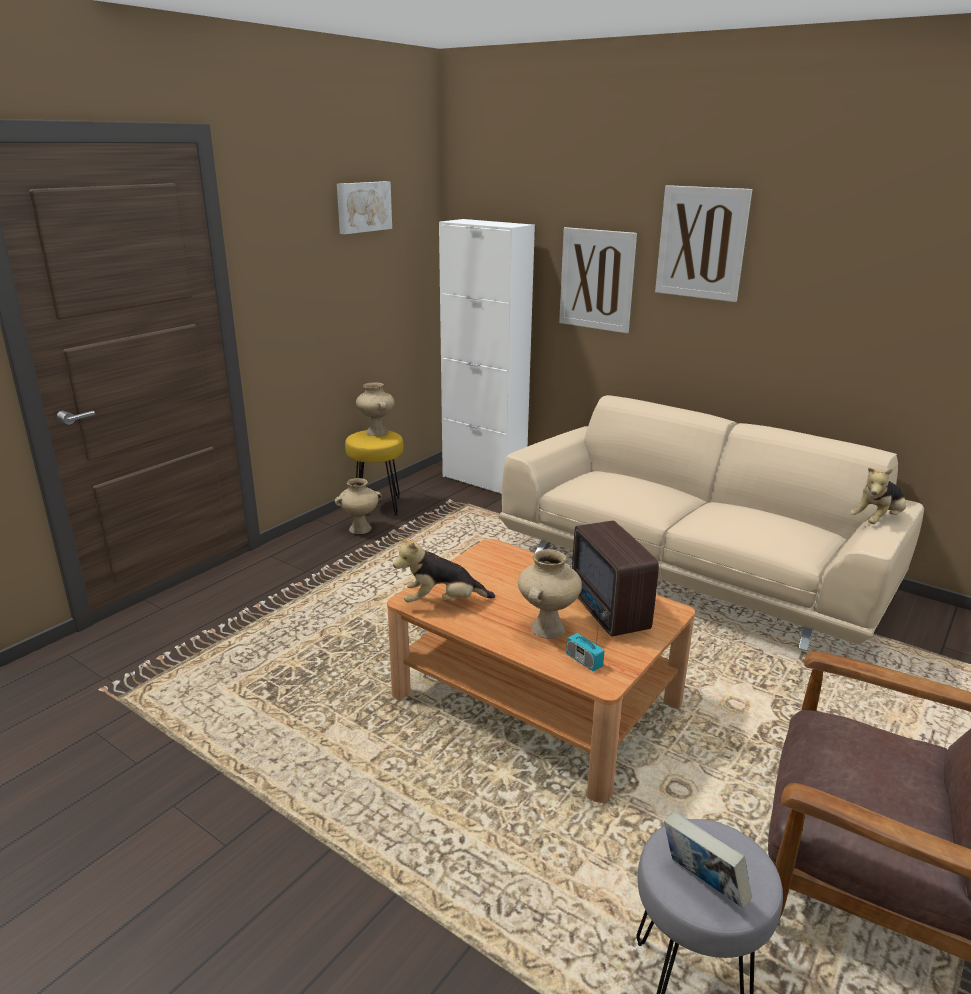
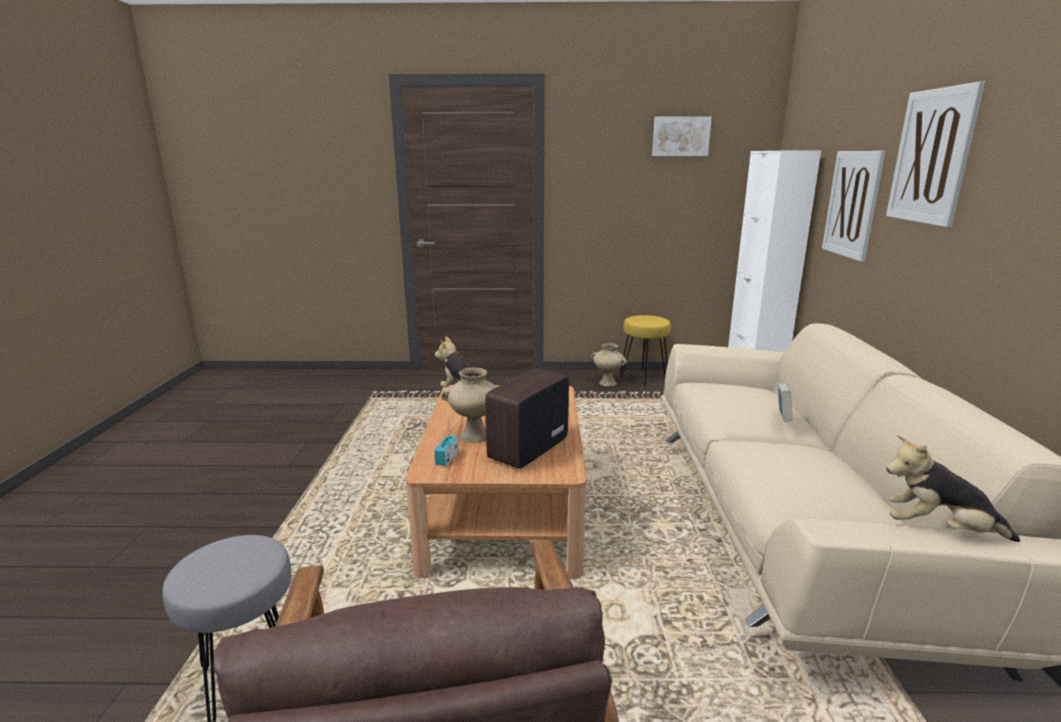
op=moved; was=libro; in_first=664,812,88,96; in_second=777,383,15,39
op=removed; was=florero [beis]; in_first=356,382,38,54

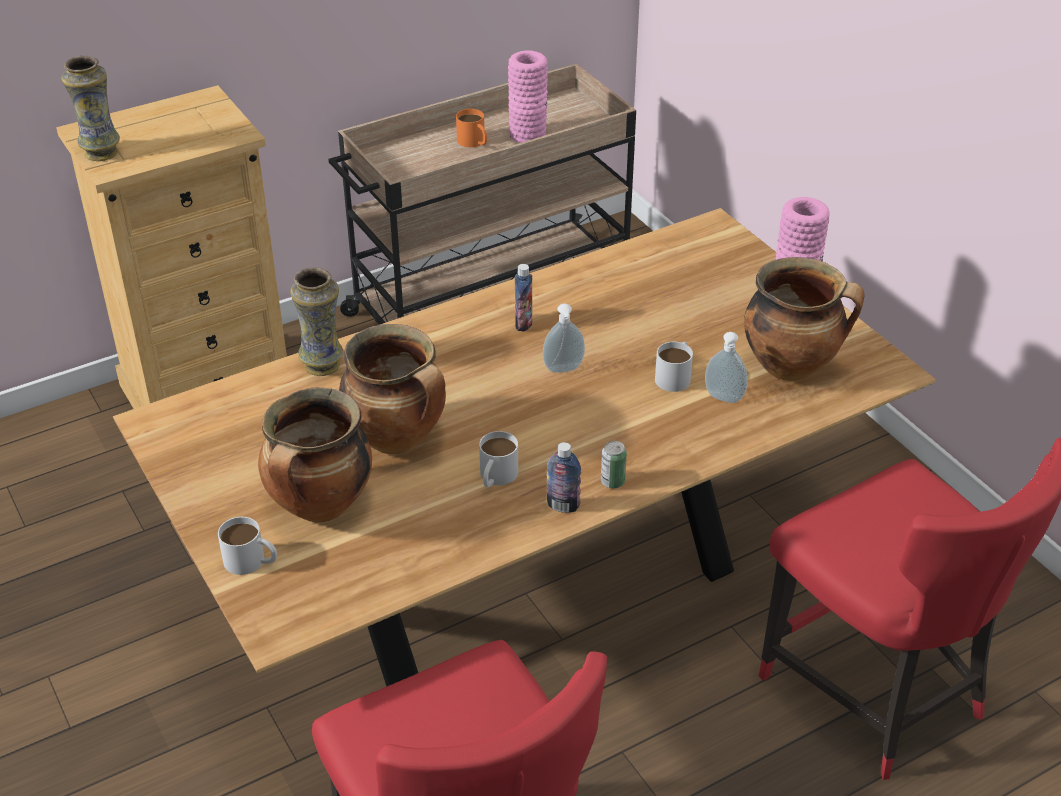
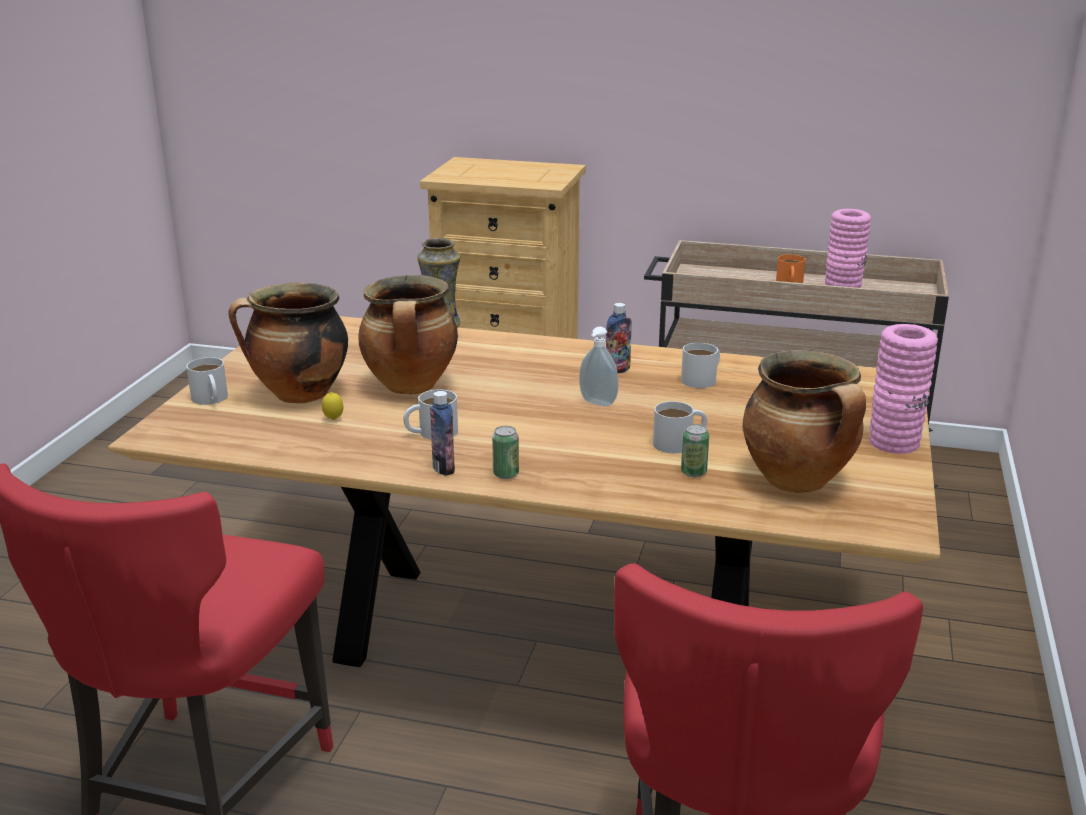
op=added; now=limón; in_second=322,392,21,28
op=added; now=taza grande [blanco]; in_second=681,343,39,45
op=replaced; was=dispensador de jabón; now=lata; in_first=705,332,43,71; in_second=681,424,28,53
op=removed; was=florero; in_first=61,56,59,105

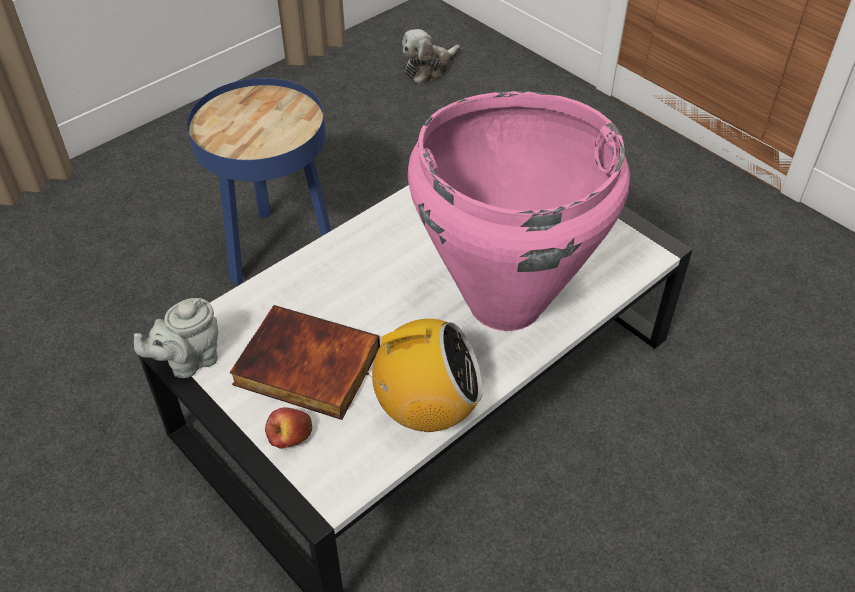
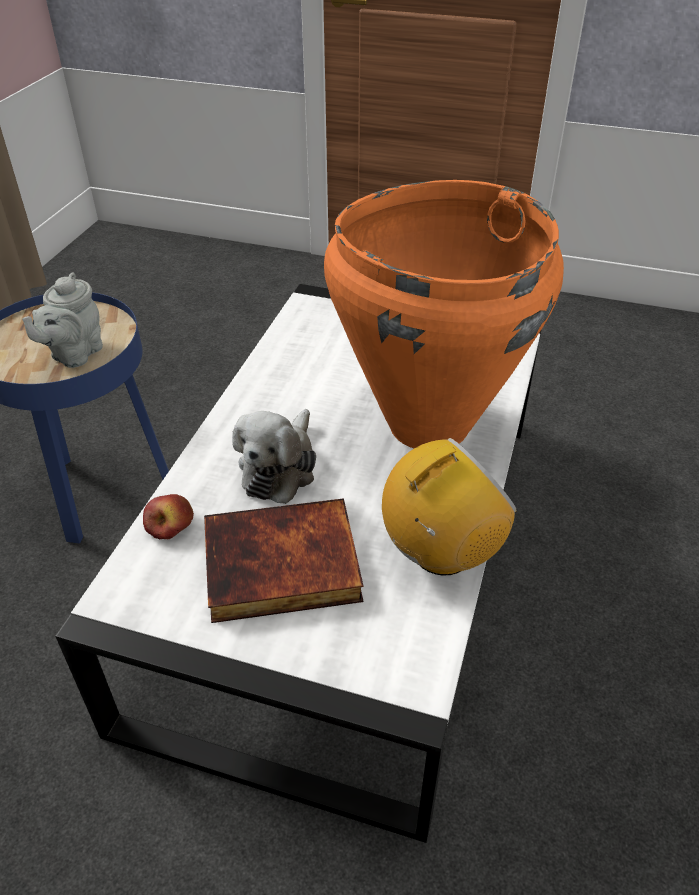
op=moved; was=tetera [gris]; in_first=134,298,84,80; in_second=22,272,81,96
op=moved; was=manzana; in_first=265,407,47,42; in_second=143,494,51,45
op=moved; was=peluche; in_first=402,29,58,55; in_second=232,409,84,95
op=recoloured; was=florero [rosa]; now=florero [naranja]; in_first=408,91,222,240; in_second=324,180,240,268

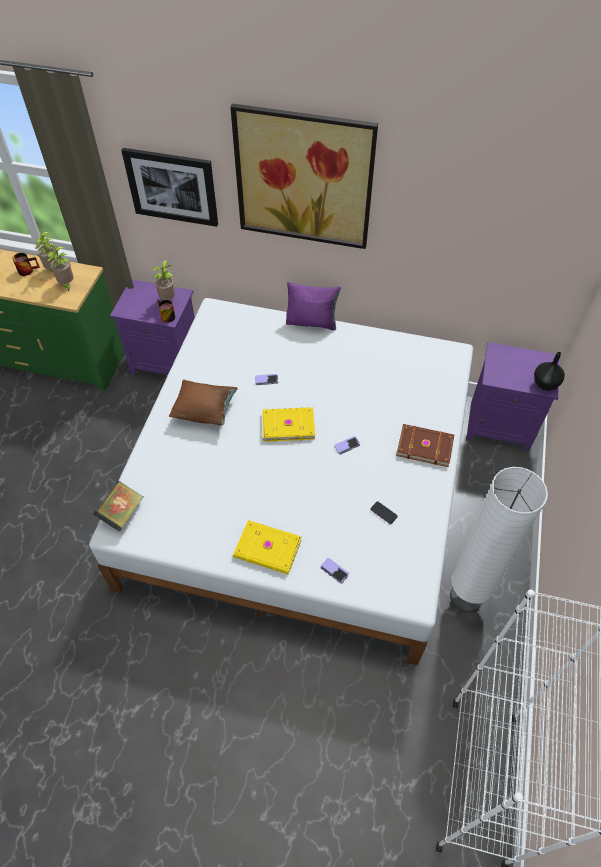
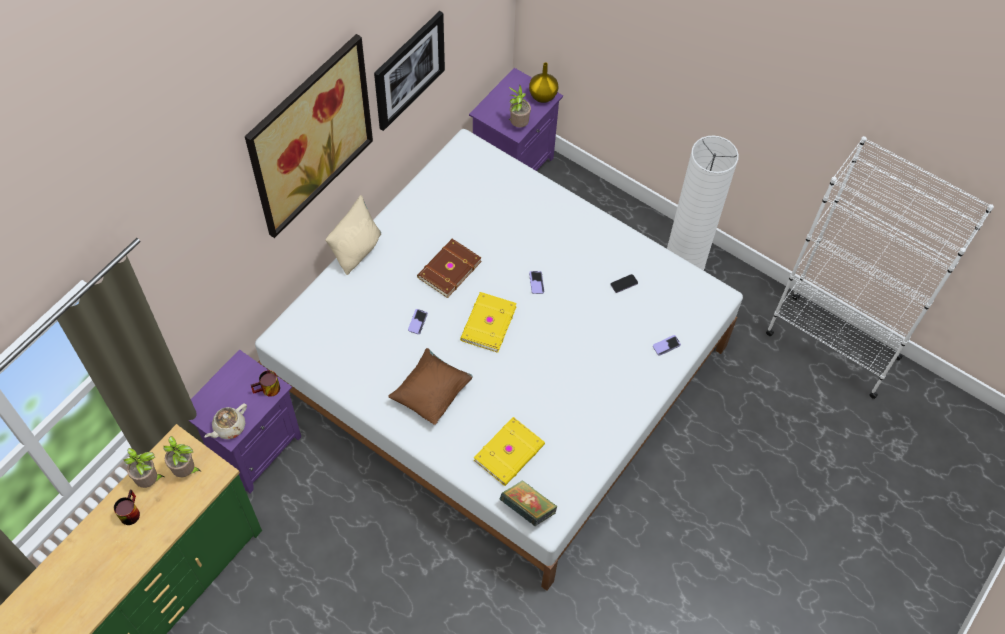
op=added; now=tetera [beis]; in_second=204,403,43,36
op=recoloured; was=cojín [morado]; now=cojín [beis]; in_first=286,282,55,48; in_second=325,195,56,80
op=moved; was=cuadro; in_first=121,148,97,79; in_second=374,11,71,120
op=moved; was=libro [marrón]; in_first=396,424,58,43; in_second=417,239,65,59
op=moved; was=libro [amarillo]; in_first=233,520,69,55; in_second=474,417,71,69
op=moved; was=planta en maceta; in_first=152,260,23,40; in_second=509,85,22,43
op=recoloured; was=florero [negro]; now=florero [amarillo]; in_first=534,352,31,39; in_second=529,62,29,41

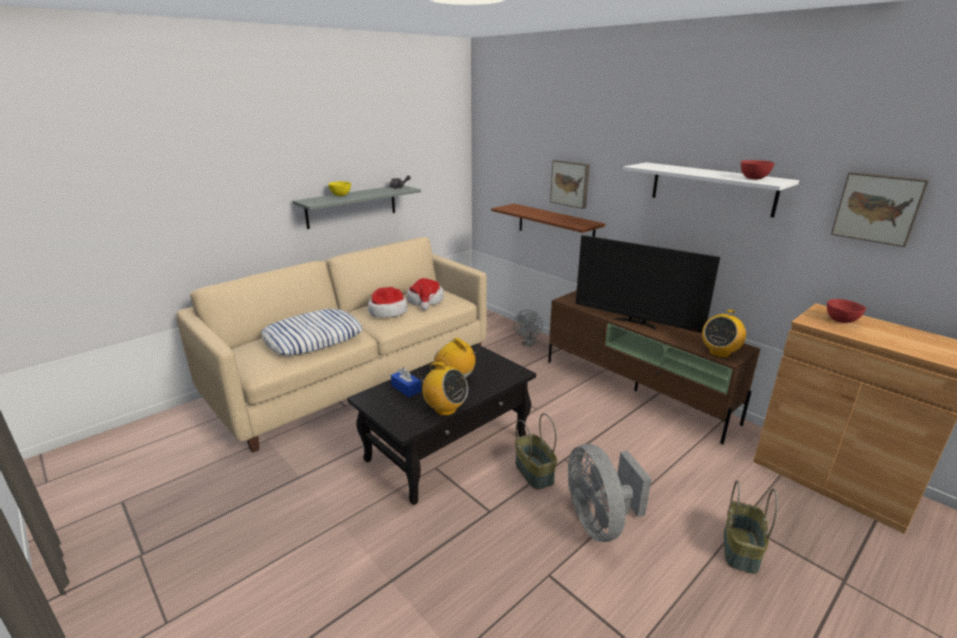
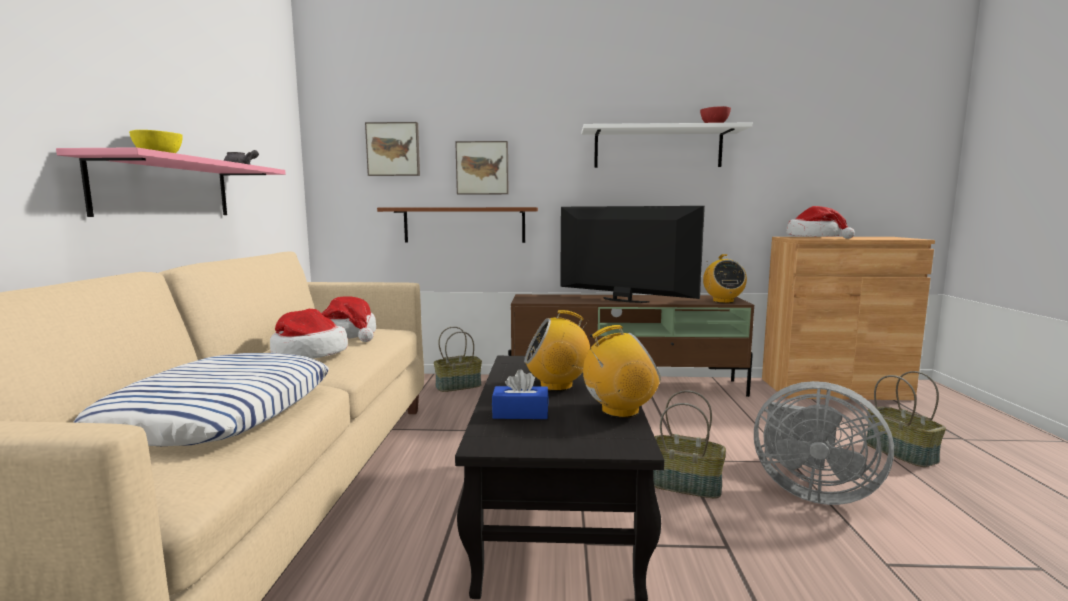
op=recoloured; was=estante [gris]; now=estante [rosa]; in_first=292,186,129,43; in_second=56,147,230,70
op=moved; was=cuadro; in_first=831,172,98,75; in_second=365,122,55,54
op=replaced; was=ventilador [gris]; now=cesta; in_first=514,310,29,36; in_second=434,326,48,66
op=turned; was=televisor; in_first=576,235,144,98; in_second=560,206,145,97; clockwise=-135
op=replaced; was=cuenco [rojo]; now=sombrero; in_first=827,299,39,24; in_second=786,206,69,33

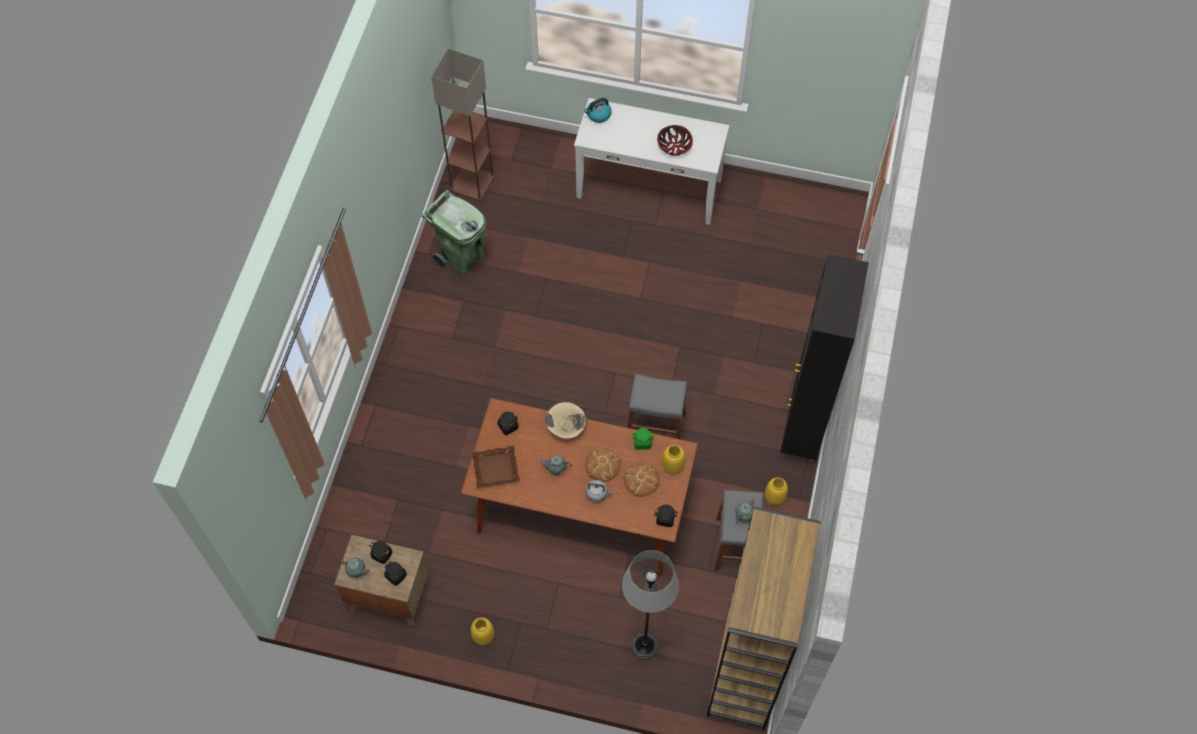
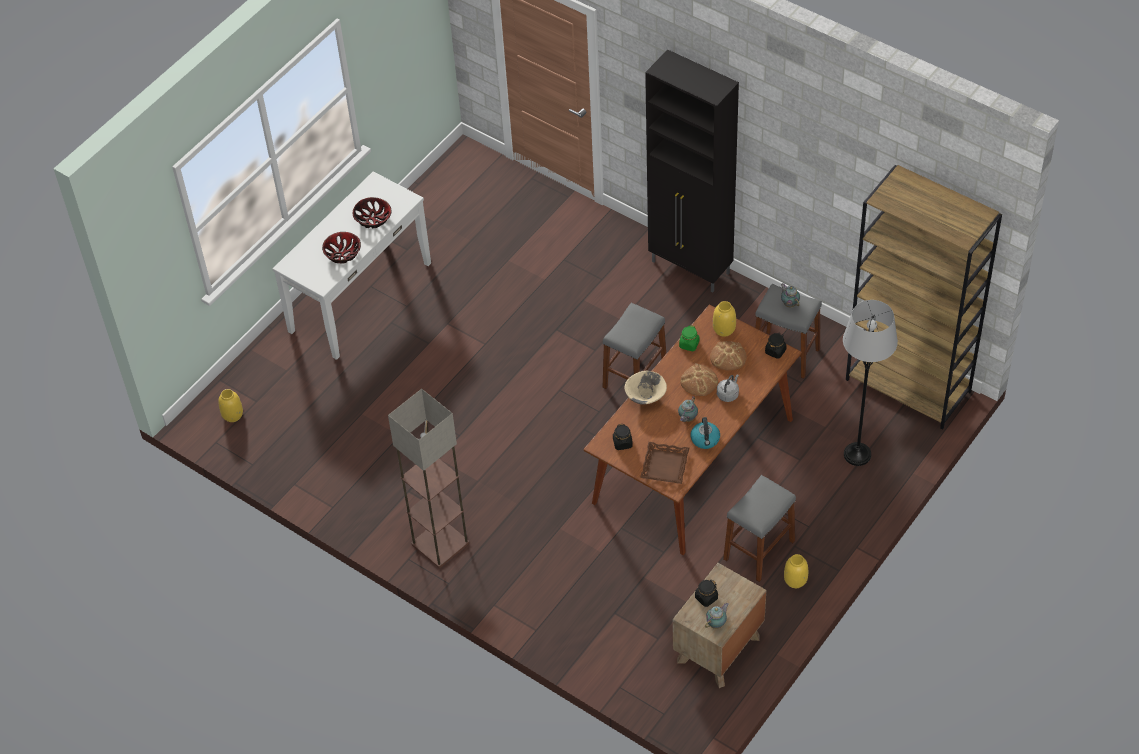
op=moved; was=florero [amarillo]; in_first=765,477,23,28; in_second=219,389,24,33
op=added; now=cuenco; in_second=322,232,39,31
op=moved; was=lámpara de pie; in_first=431,48,64,154; in_second=388,389,81,179
op=moved; was=hervidor; in_first=584,98,28,25; in_second=691,417,29,32
op=added; now=taburete [gris]; in_second=723,475,73,107
op=removed; was=tarro [negro]; in_first=384,562,23,23
op=removed; was=papelera [verde]; in_first=422,190,65,87

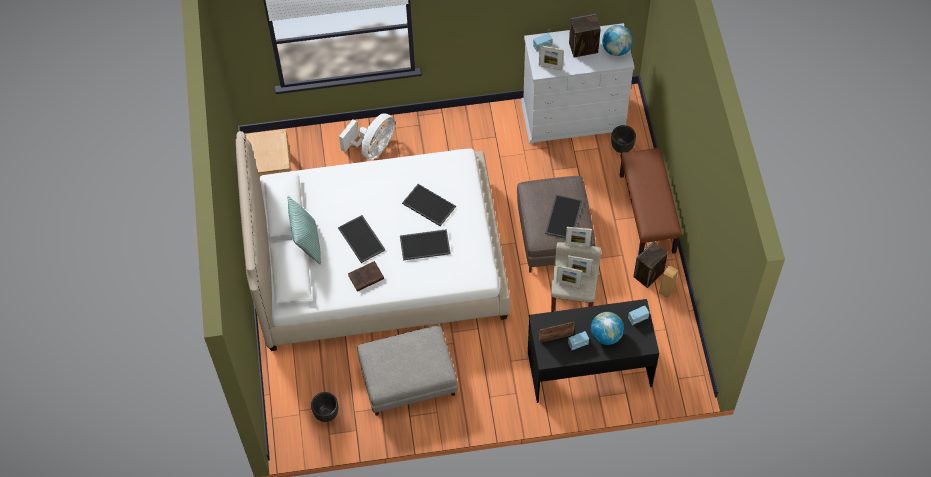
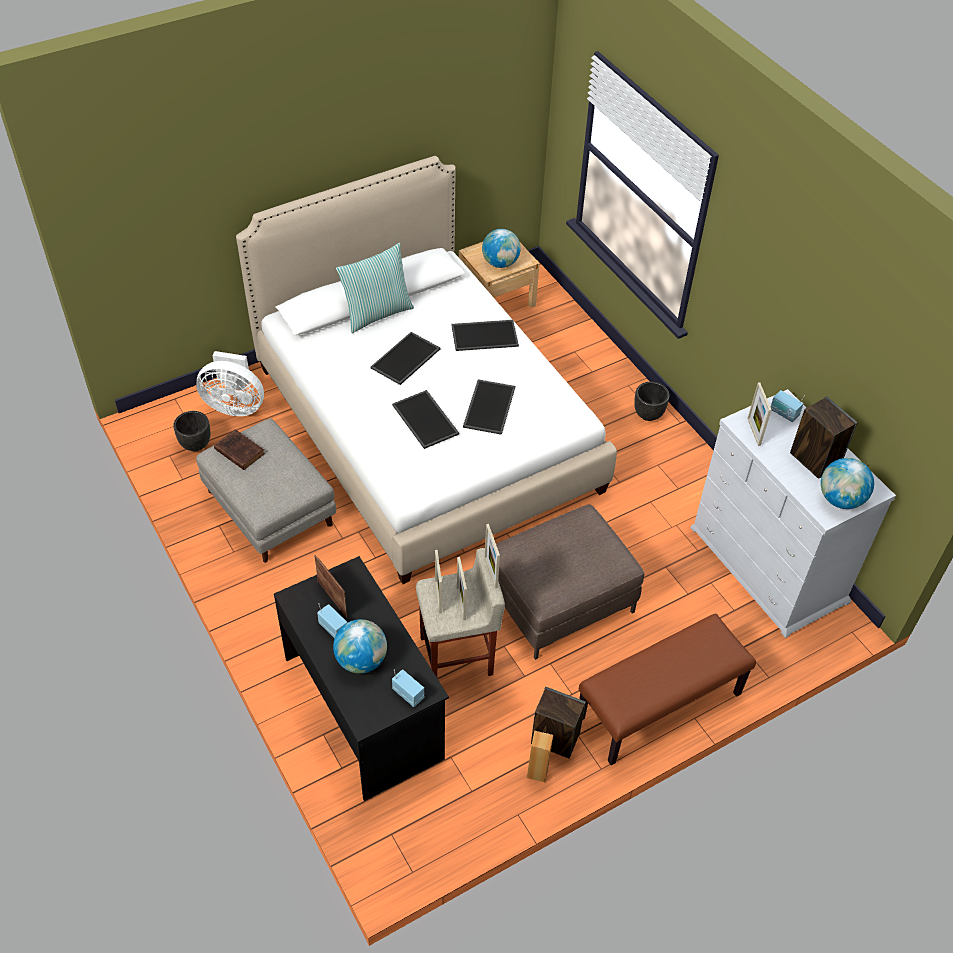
op=moved; was=ventilador [blanco]; in_first=339,113,56,47; in_second=196,351,68,65
op=moved; was=libro [marrón]; in_first=348,261,36,31; in_second=214,429,51,41
op=moved; was=bandeja; in_first=545,194,37,44; in_second=451,320,68,31
op=added; now=globo terráqueo; in_second=482,229,39,39
op=moved; was=maceta [negro]; in_first=611,125,25,28; in_second=634,382,35,39

